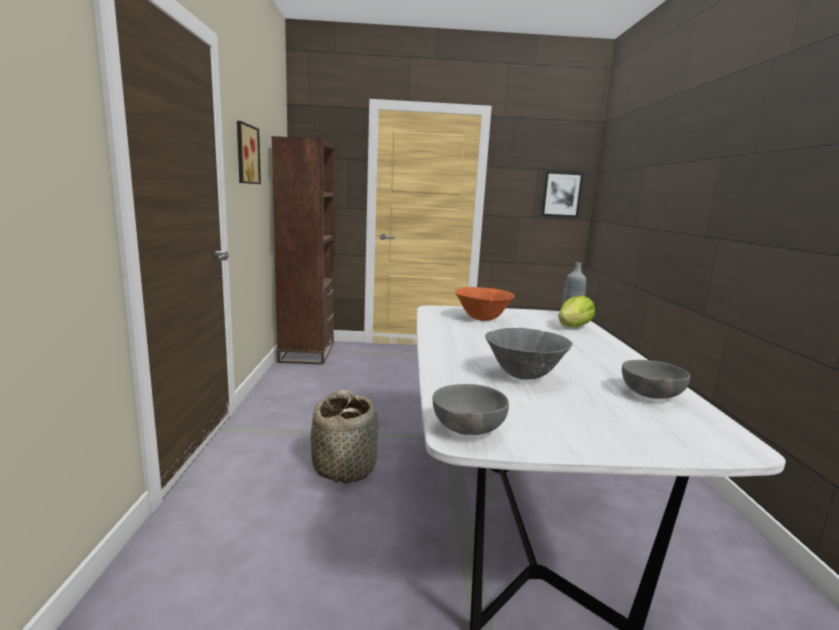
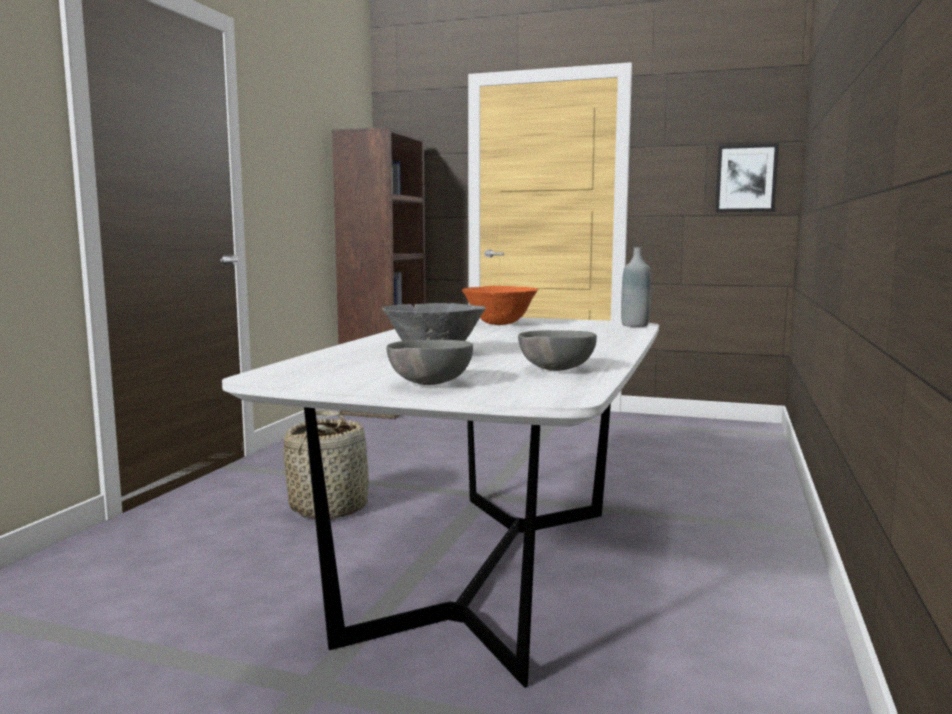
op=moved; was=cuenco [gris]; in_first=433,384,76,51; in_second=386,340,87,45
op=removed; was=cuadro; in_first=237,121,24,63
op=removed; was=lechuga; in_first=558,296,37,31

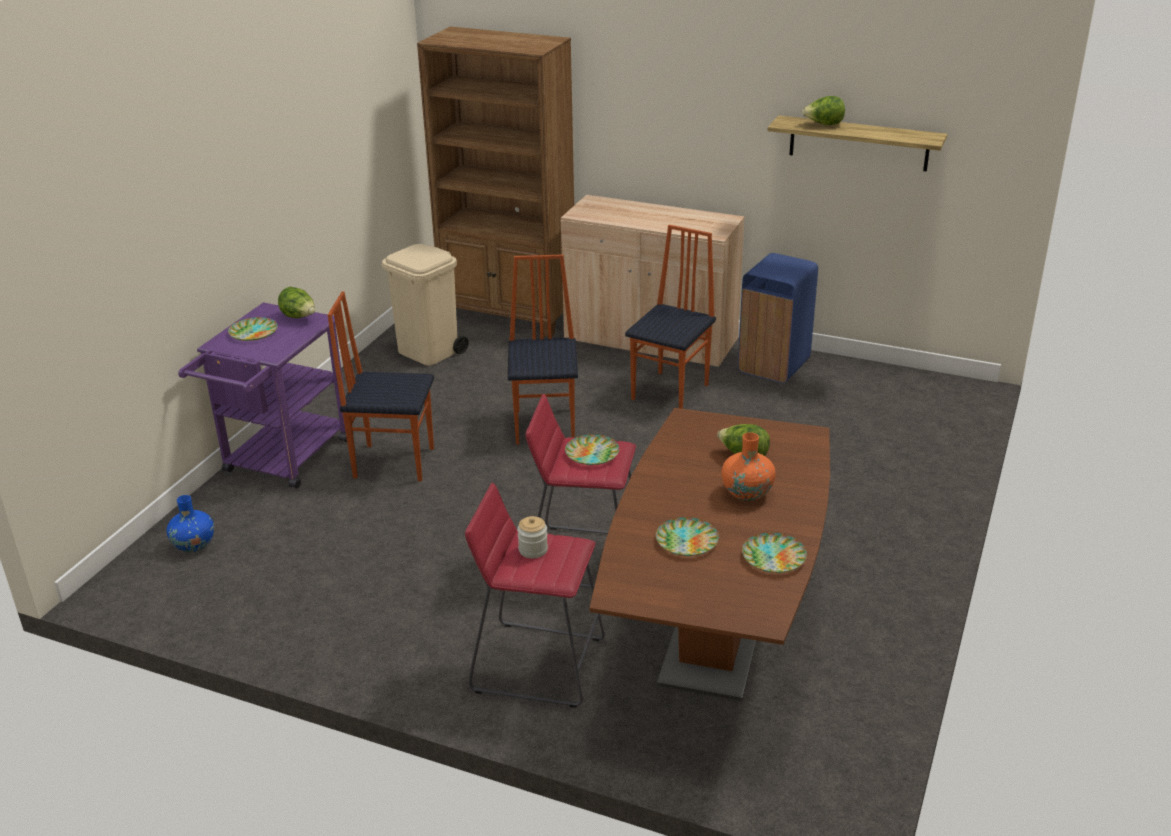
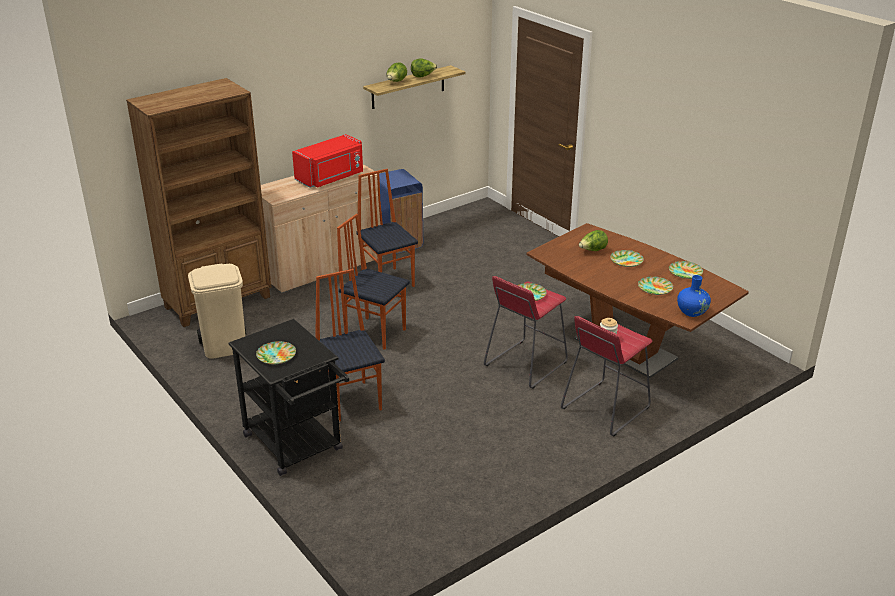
op=recoloured; was=carrito [morado]; now=carrito [negro]; in_first=178,302,169,187; in_second=228,319,121,157
op=added; now=microondas [rojo]; in_second=292,134,71,54
op=turned; was=silla; in_first=328,291,106,190; in_second=316,269,69,152; clockwise=120
op=moved; was=lechuga; in_first=278,287,37,31; in_second=411,59,26,19
op=replaced; was=florero [naranja]; now=plato; in_first=722,432,54,69; in_second=610,250,34,17
op=moved; was=florero [azul]; in_first=167,495,47,58; in_second=677,275,34,42

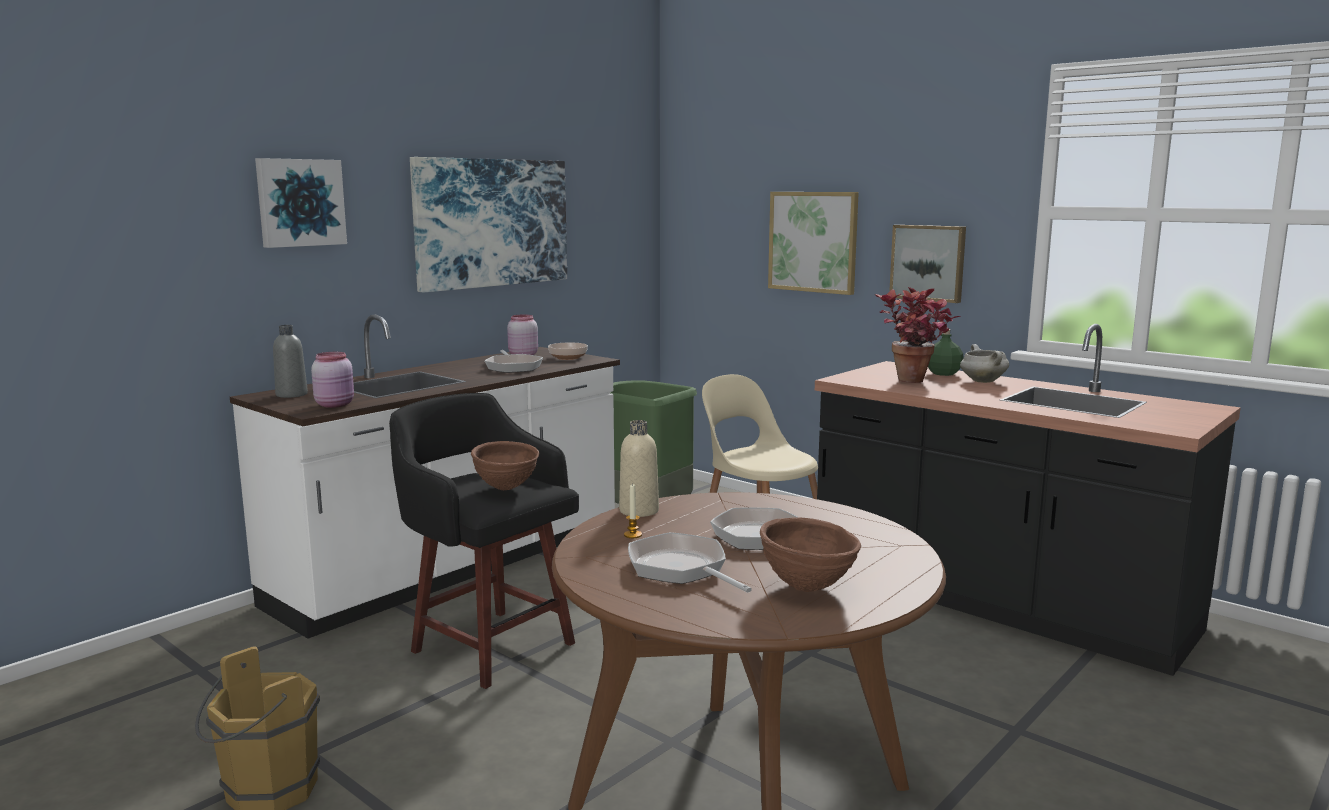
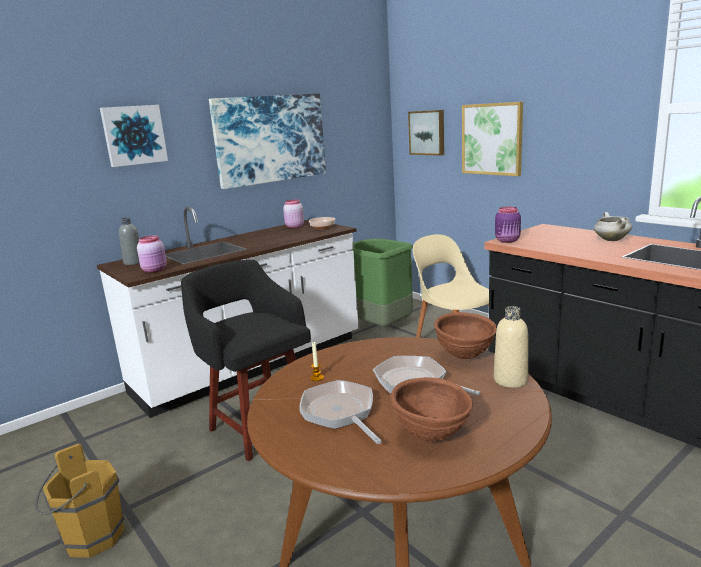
op=moved; was=cuadro; in_first=889,225,77,78; in_second=408,110,36,46
op=moved; was=cuenco [marrón]; in_first=471,441,68,49; in_second=434,312,63,47
op=moved; was=botella [beis]; in_first=619,420,40,97; in_second=494,306,34,82
op=added; now=tarro [morado]; in_second=495,207,26,36
op=removed; was=sartén; in_first=485,350,58,23
op=removed; was=planta en maceta; in_first=875,287,86,96
op=removed; was=botella [verde]; in_first=928,329,36,47

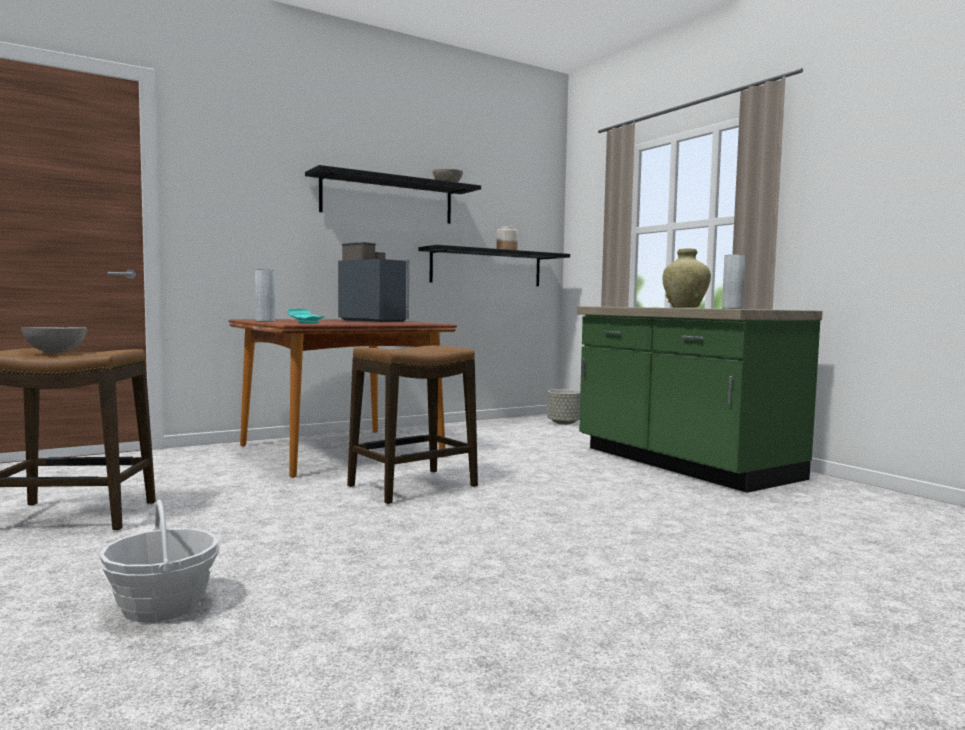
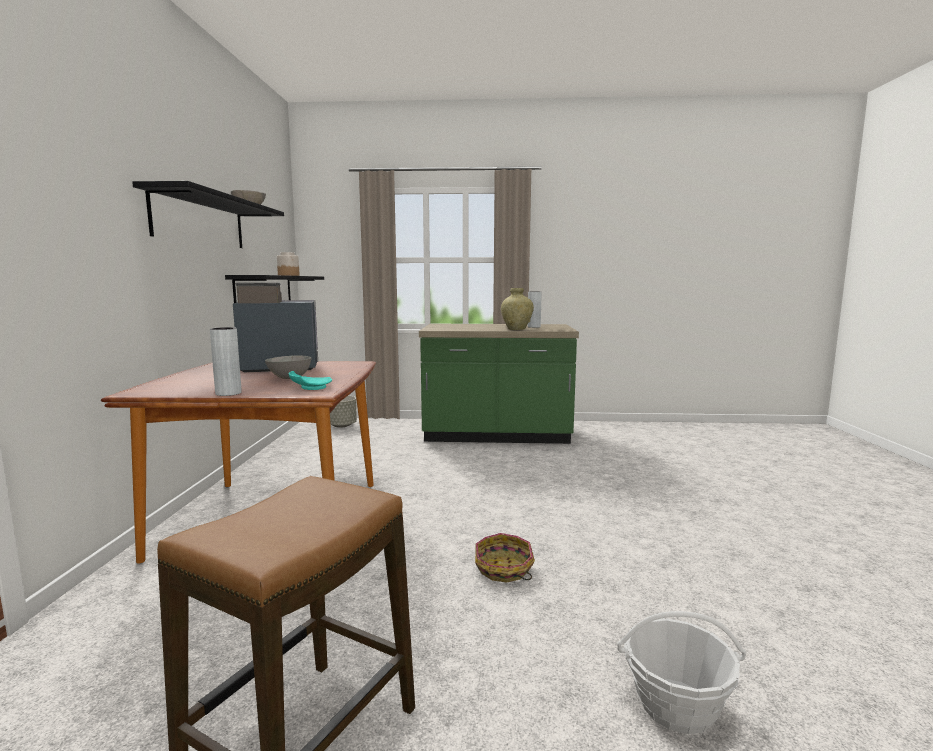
op=moved; was=cuenco [gris]; in_first=21,327,66,26; in_second=265,355,46,24
op=added; now=cesta; in_second=475,533,60,49
op=removed; was=taburete; in_first=347,345,131,159

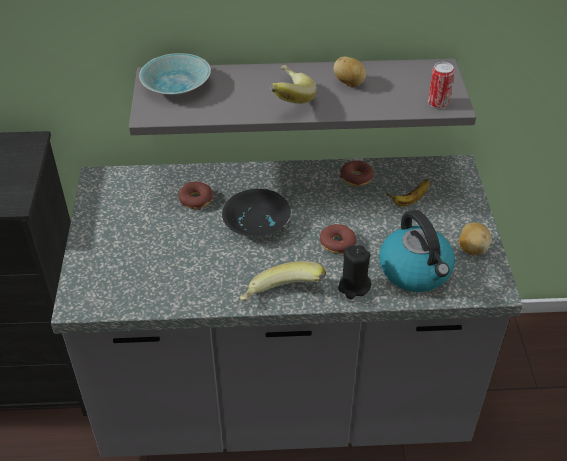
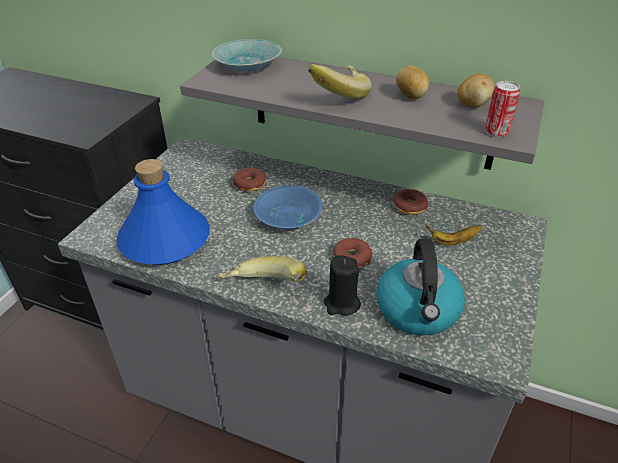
op=added; now=botella [azul]; in_second=116,159,94,106
op=recoloured; was=cuenco [negro]; now=cuenco [azul]; in_first=222,189,69,48; in_second=254,186,69,42
op=moved; was=patata; in_first=459,222,33,33; in_second=457,74,38,34

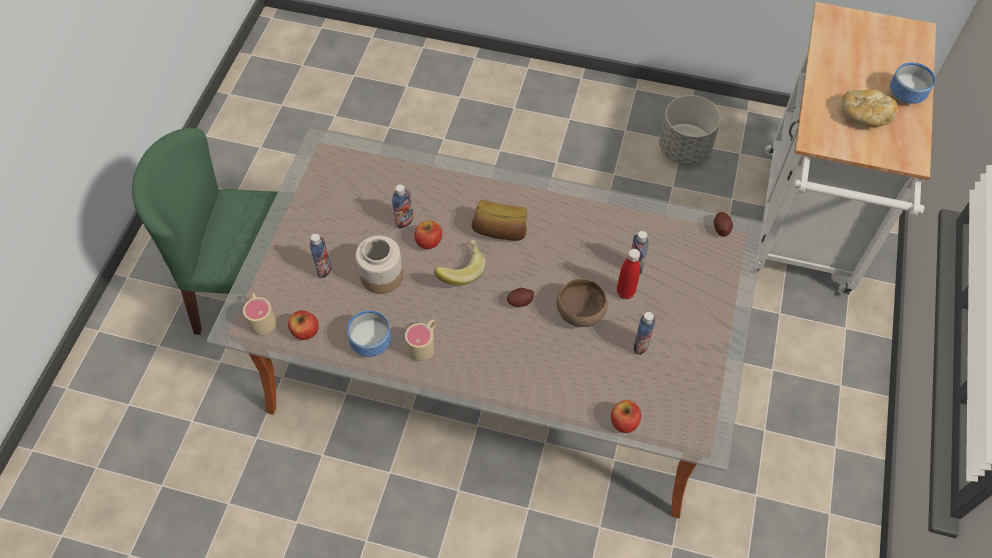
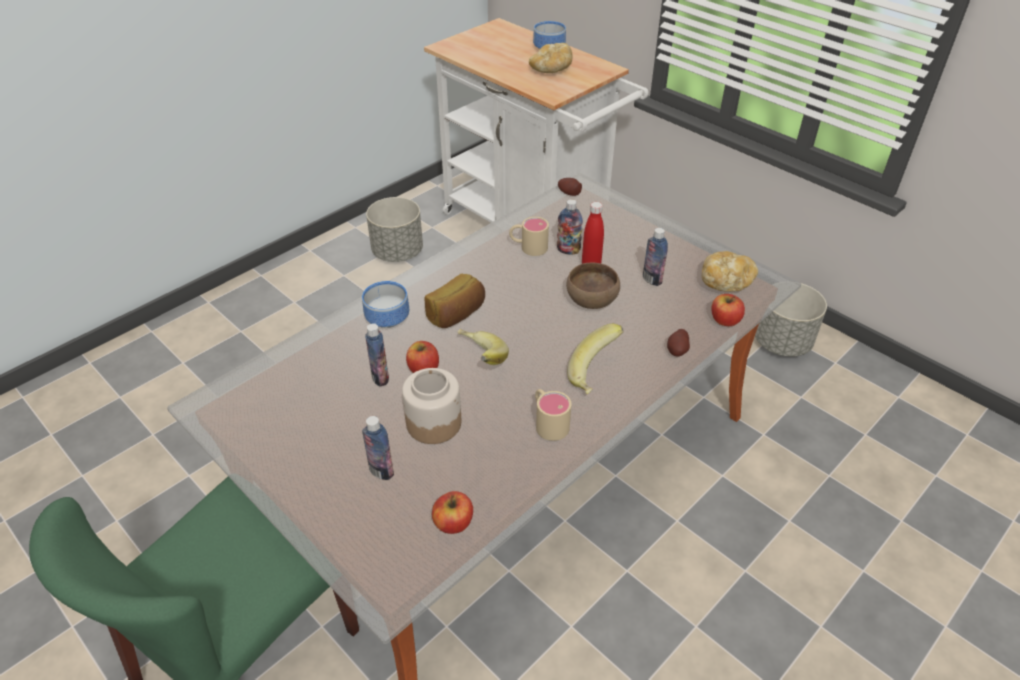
op=moved; was=cuenco; in_first=347,310,45,47; in_second=362,281,47,47
op=moved; was=taza grande [beis]; in_first=243,292,34,43; in_second=509,217,40,39
op=added; now=plátano; in_second=567,324,57,70
op=moved; was=patata; in_first=507,288,27,19; in_second=667,329,23,27
op=added; now=pan; in_second=702,251,56,41
op=added; now=maceta [gris]; in_second=755,283,72,74

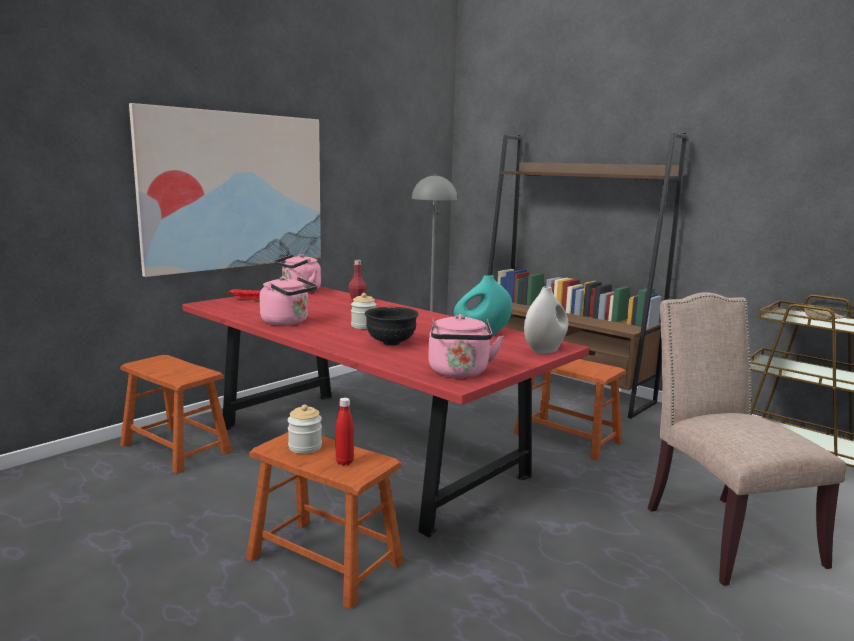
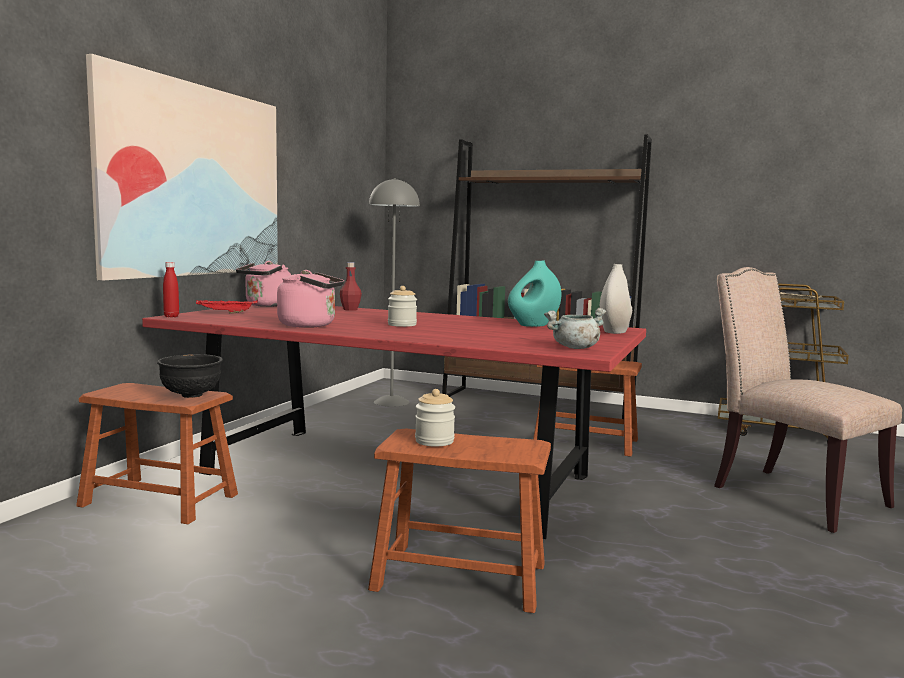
op=moved; was=cuenco [negro]; in_first=365,307,53,39; in_second=157,354,66,44
op=moved; was=botella [rojo]; in_first=336,398,18,68; in_second=163,262,16,55
op=replaced; was=hervidor [rosa]; now=olla [gris]; in_first=428,314,76,64; in_second=544,308,62,41

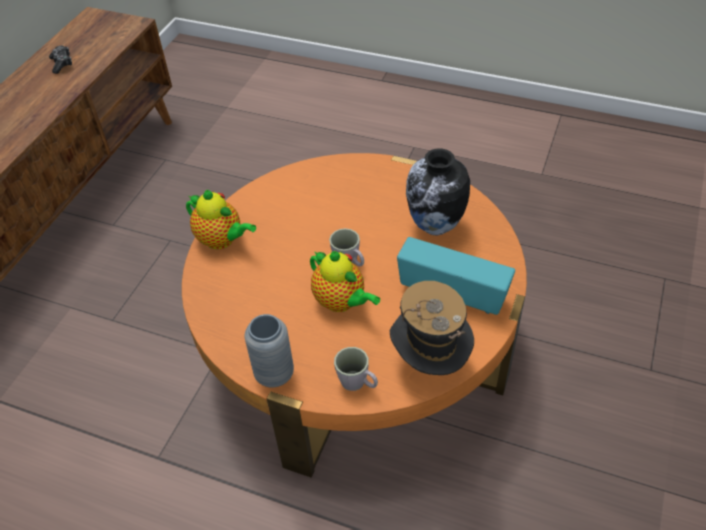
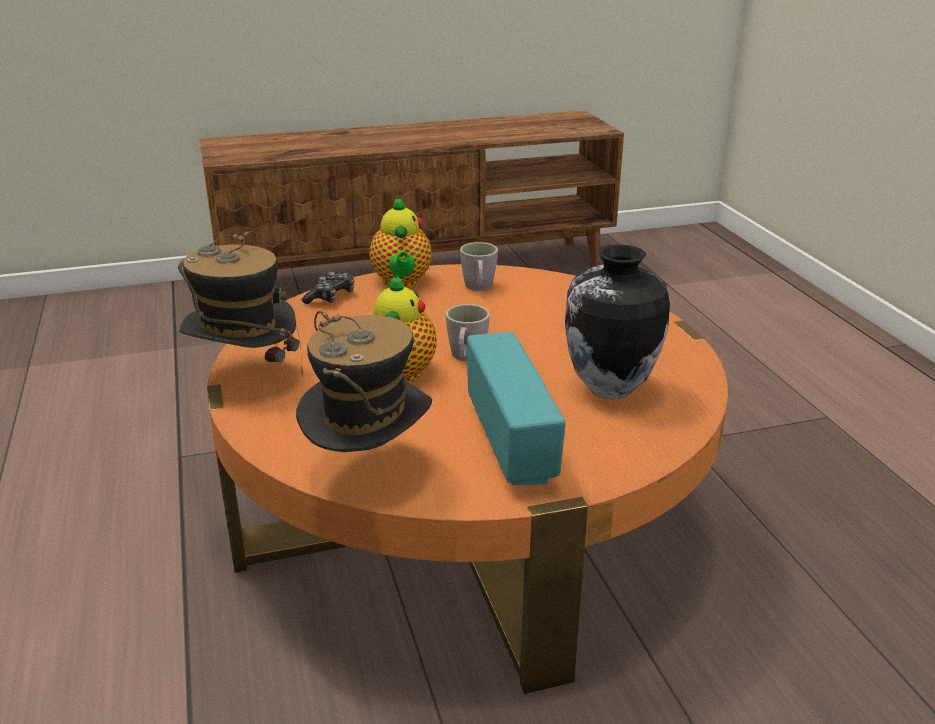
op=replaced; was=florero [gris]; now=sombrero; in_first=245,314,49,74; in_second=178,231,125,146
op=moved; was=mando de consola; in_first=49,45,23,29; in_second=302,272,53,32
op=moved; was=taza grande [gris]; in_first=334,347,44,44; in_second=460,242,38,49

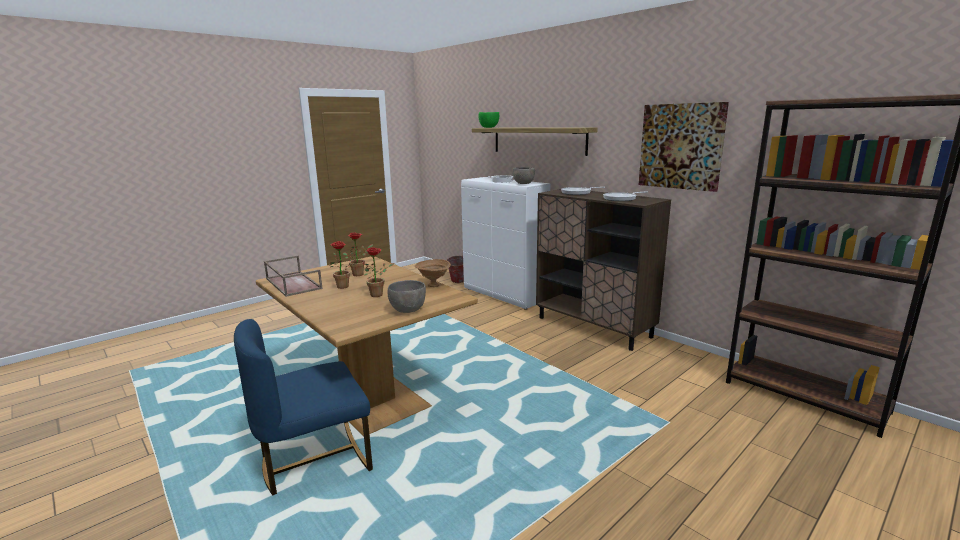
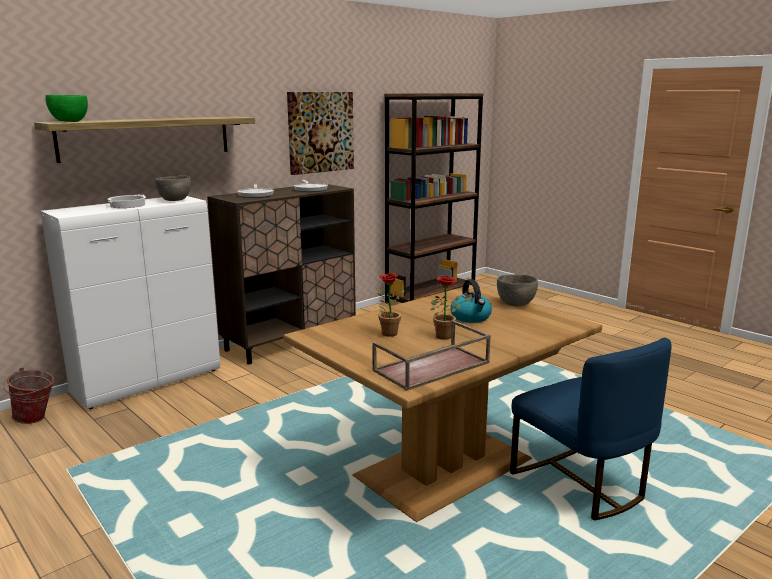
op=replaced; was=planta en maceta; now=hervidor; in_first=365,248,29,49; in_second=450,279,42,44
op=removed; was=cuenco [marrón]; in_first=415,259,36,28

